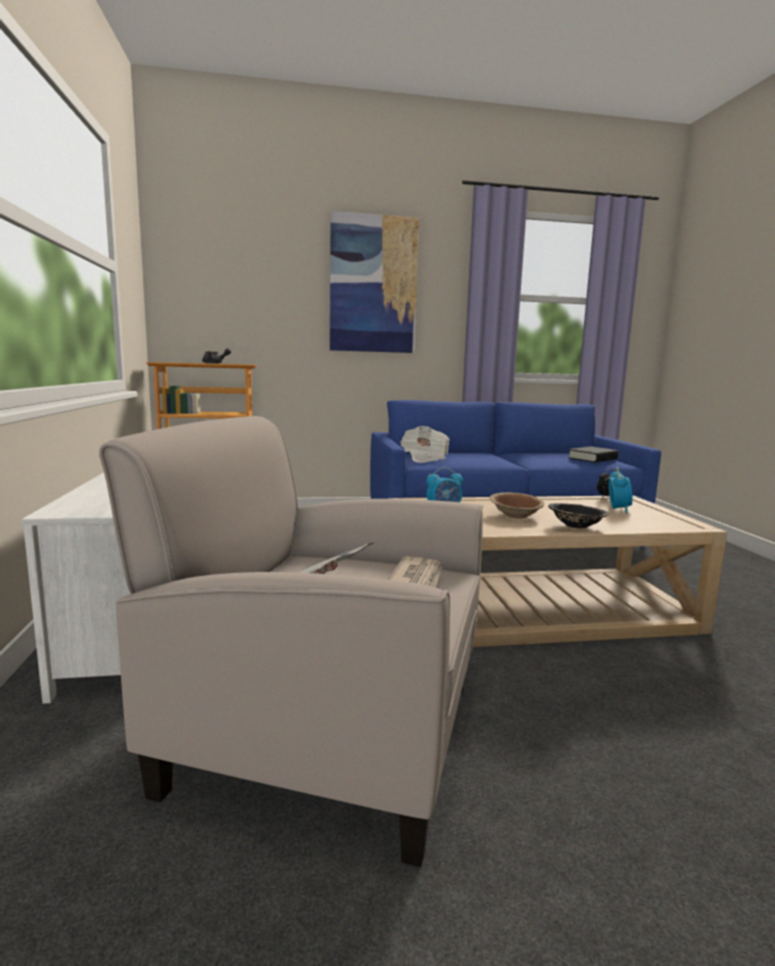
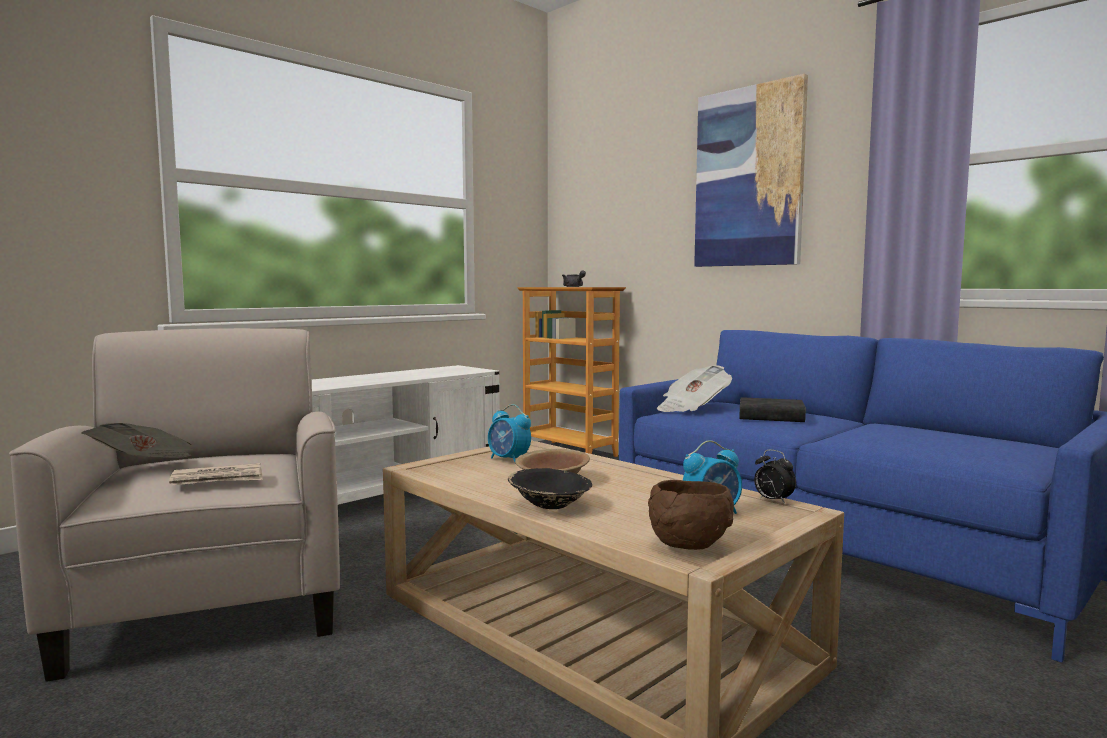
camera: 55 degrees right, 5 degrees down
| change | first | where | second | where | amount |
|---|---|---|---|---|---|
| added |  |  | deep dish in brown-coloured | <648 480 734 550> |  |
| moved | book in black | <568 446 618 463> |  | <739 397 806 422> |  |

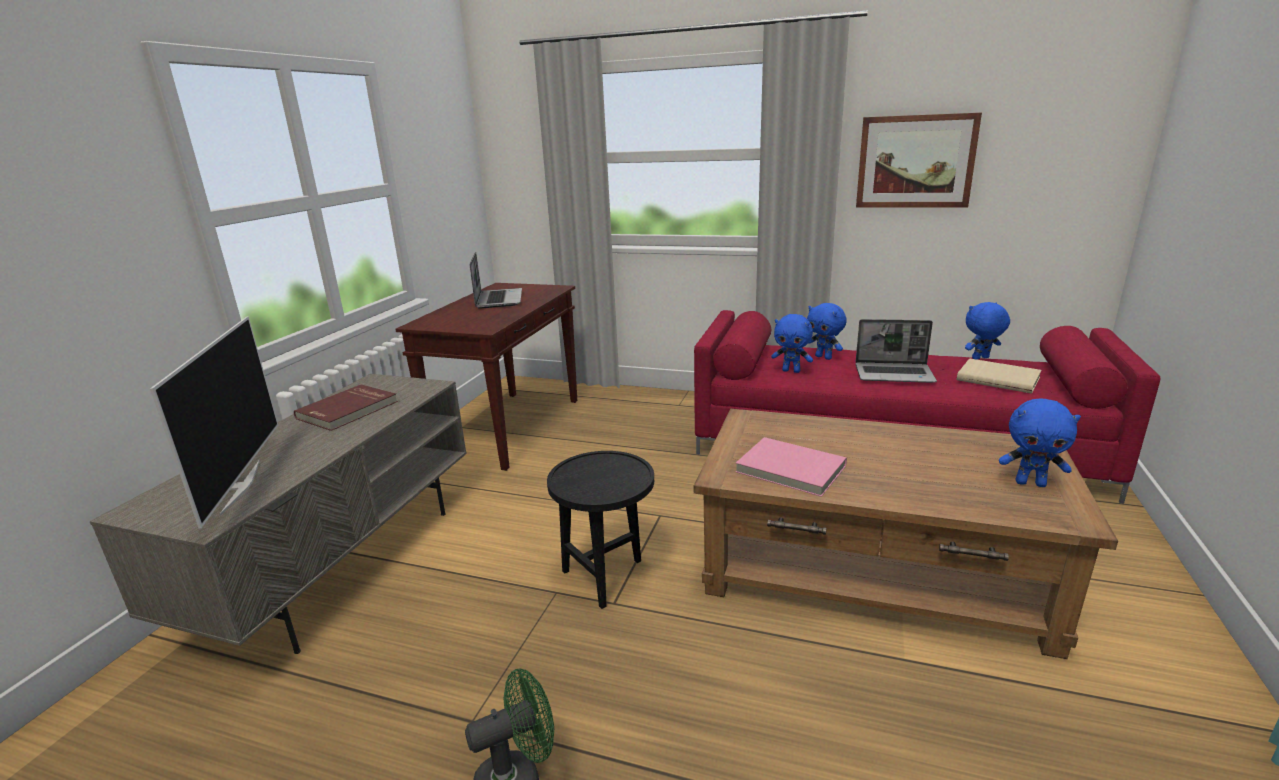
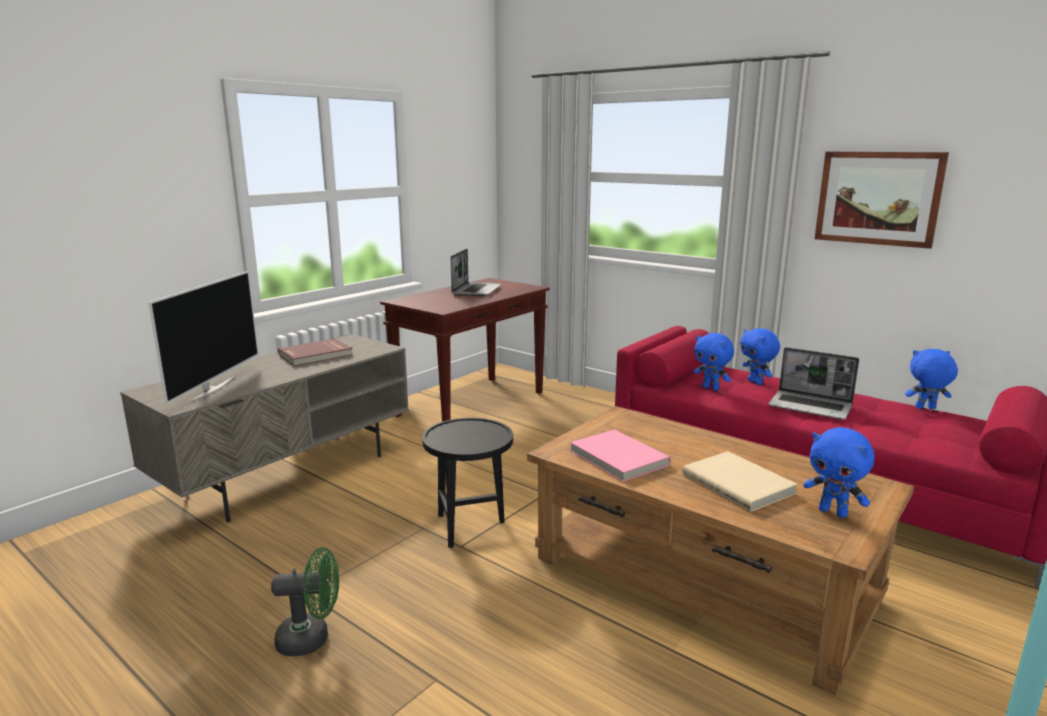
camera: 20 degrees right, 5 degrees down
| change | first | where | second | where | amount |
|---|---|---|---|---|---|
| moved | book in beige-coloured | <957 358 1042 394> |  | <682 451 798 512> |  |

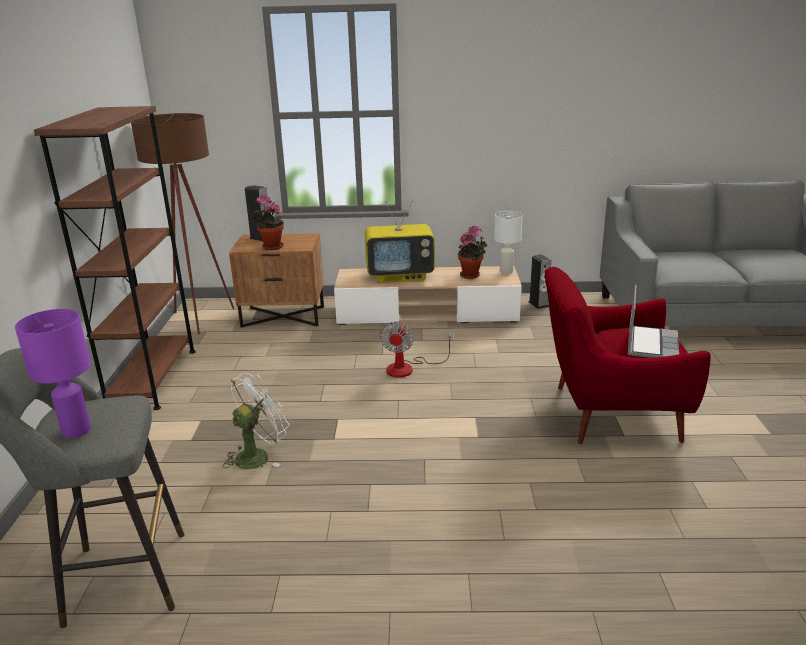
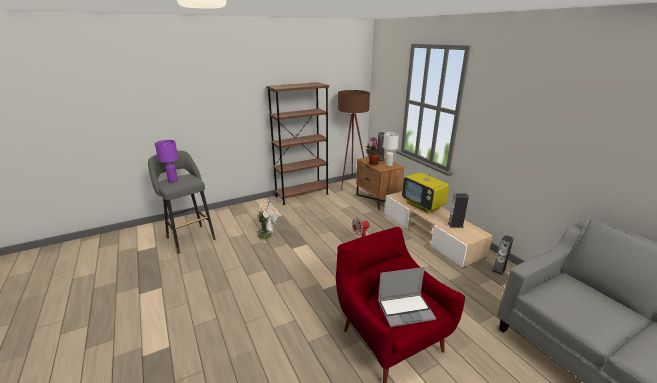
camera: 60 degrees right, 0 degrees up
| change | first | where | second | where | amount |
|---|---|---|---|---|---|
| moved | table lamp in white | <494 211 523 274> |  | <383 132 399 166> |  |
| replaced | plant in a pot | <458 226 487 279> | speaker | <448 193 469 228> |  |

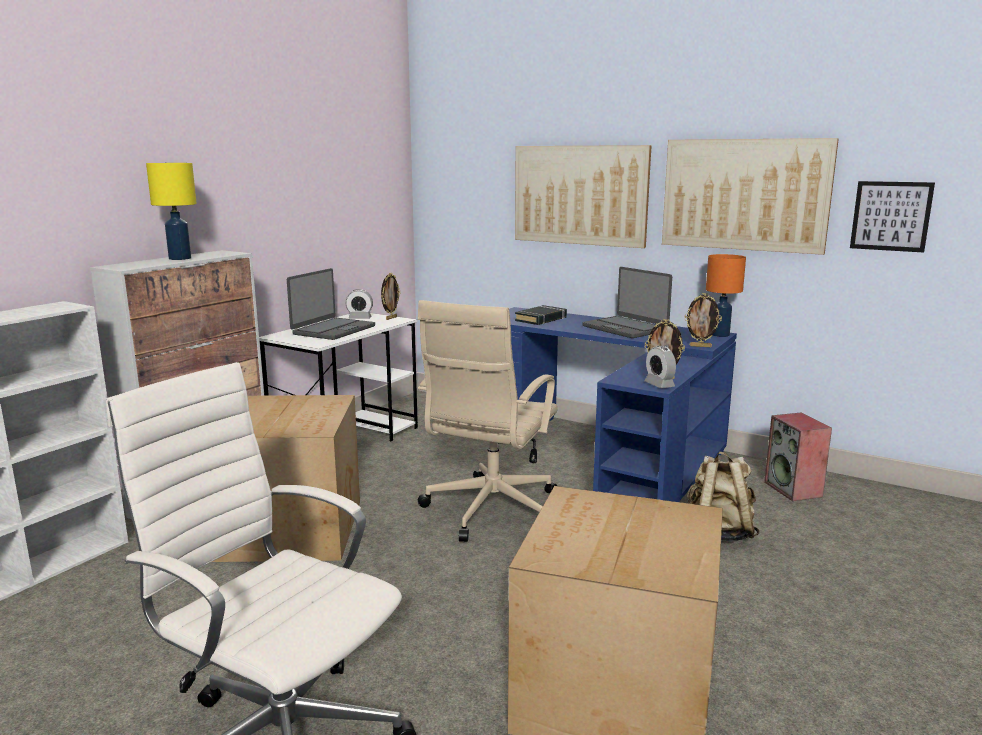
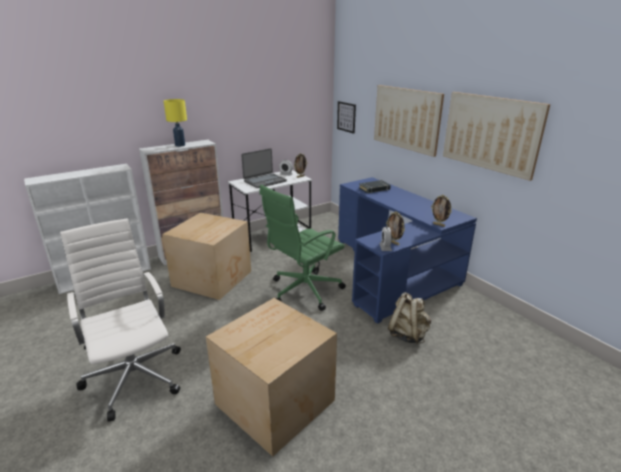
camera: 25 degrees right, 10 degrees up
| change | first | where | second | where | amount |
|---|---|---|---|---|---|
| removed | portable computer | <582 267 672 338> |  |  |  |
| removed | table lamp in orange-coloured | <706 254 746 337> |  |  |  |
| removed | speaker | <764 413 832 501> |  |  |  |
| moved | picture | <850 181 935 253> |  | <337 101 356 134> |  |
| recoloured | computer chair in beige-coloured | <418 300 558 542> | computer chair in greenish | <259 185 346 311> |  |

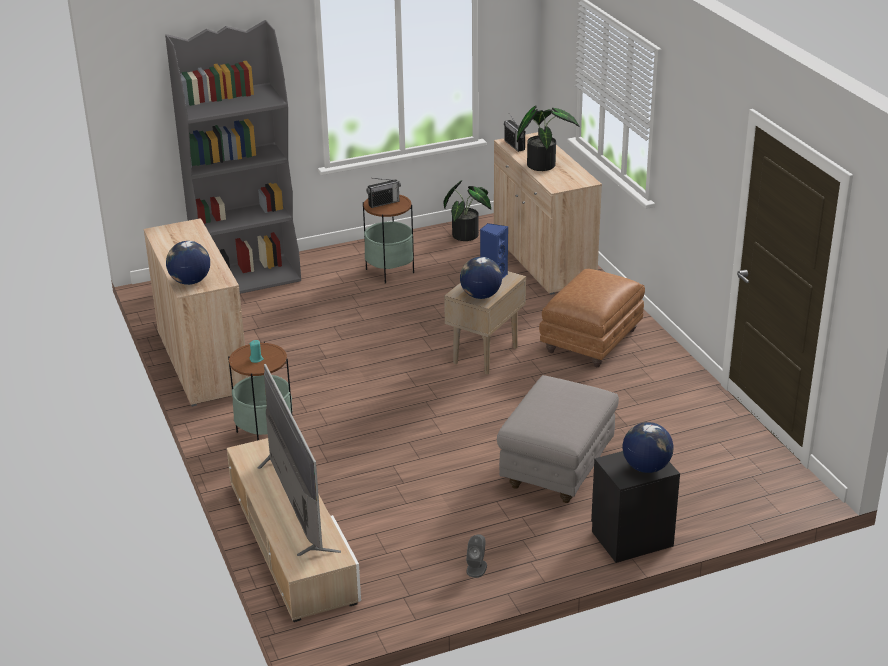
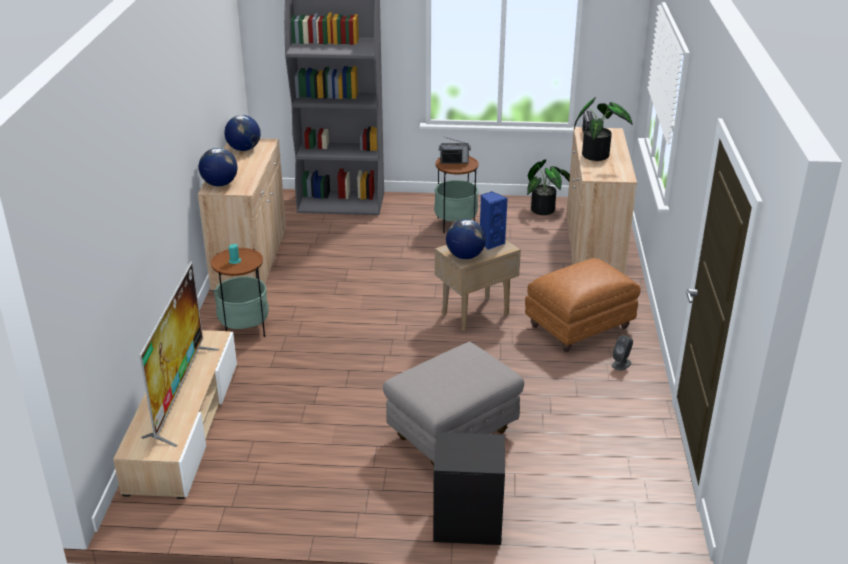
camera: 25 degrees right, 0 degrees up
| change | first | where | second | where | amount |
|---|---|---|---|---|---|
| moved | speaker in gray | <466 534 487 578> |  | <612 335 633 371> |  |
| moved | globe | <622 422 674 473> |  | <224 115 261 151> |  |

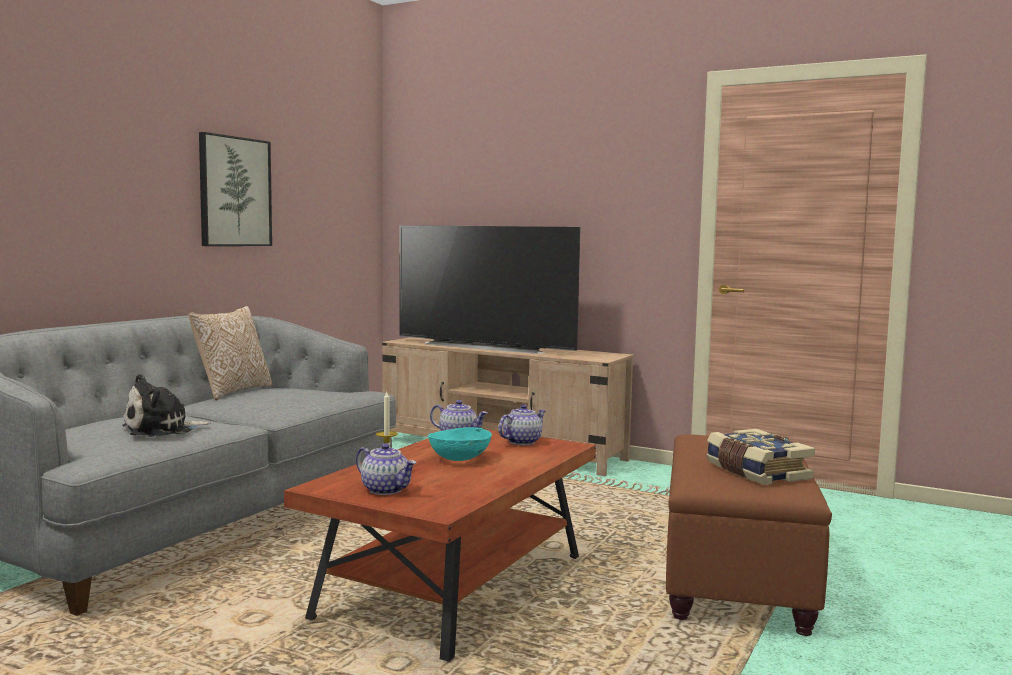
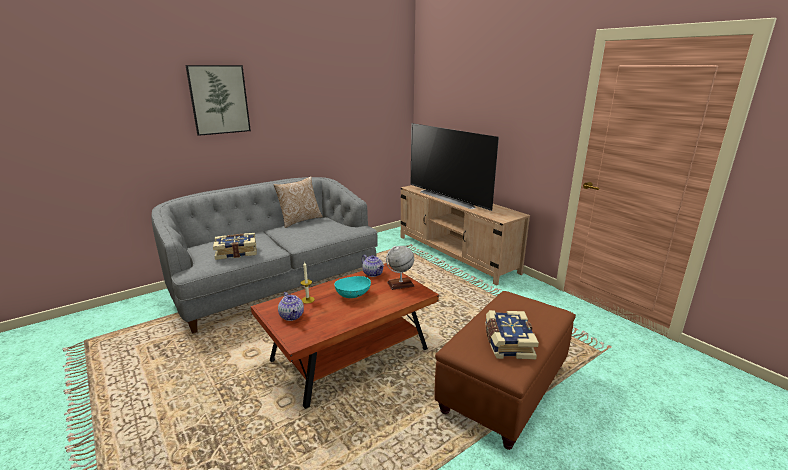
camera: 25 degrees right, 15 degrees up
| change | first | where | second | where | amount |
|---|---|---|---|---|---|
| moved | picture | <199 132 272 246> |  | <185 65 251 136> |  |
| replaced | soft toy | <122 374 211 437> | book | <213 233 257 260> |  |
| replaced | tea pot | <498 404 546 445> | globe | <386 246 415 290> |  |

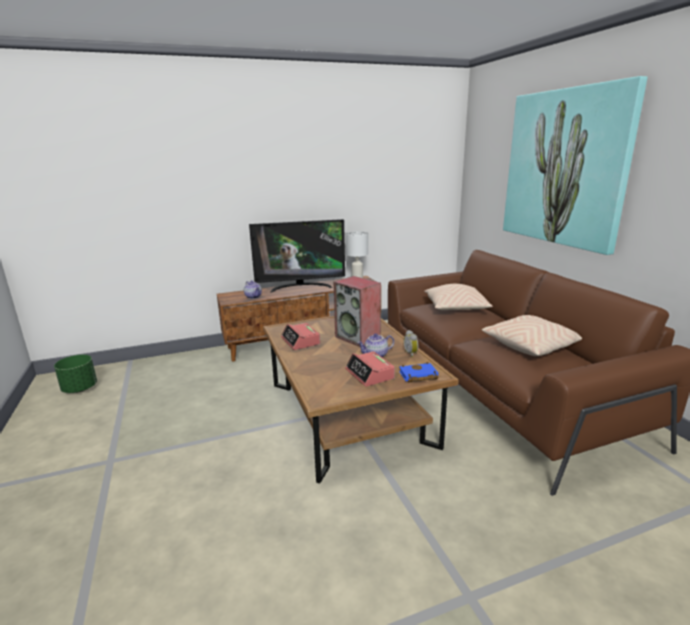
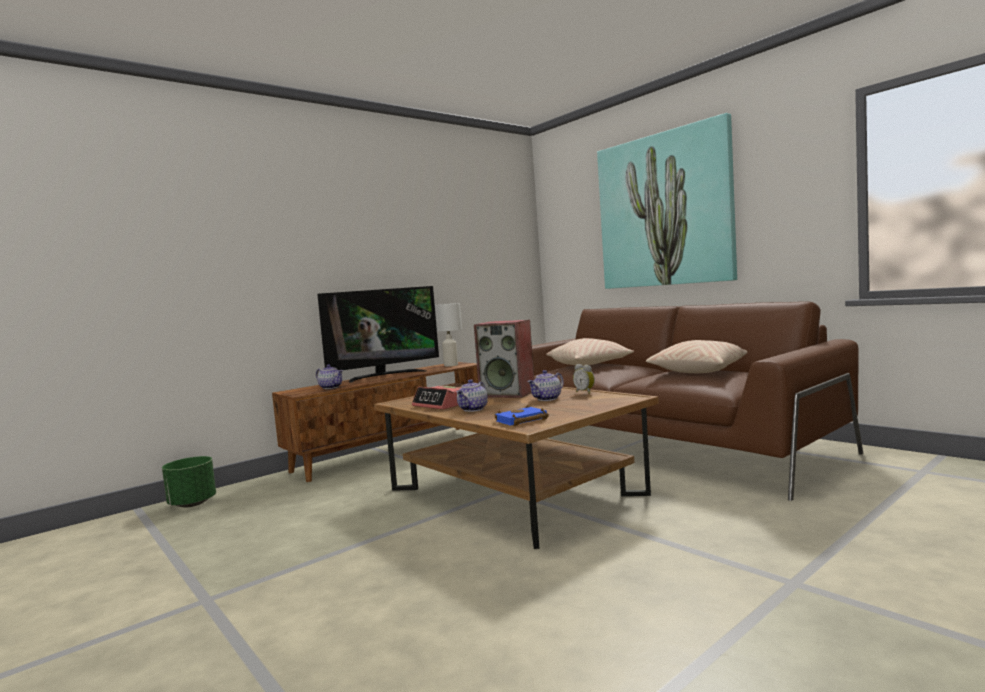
camera: 20 degrees left, 15 degrees down
| change | first | where | second | where | amount |
|---|---|---|---|---|---|
| removed | bedside clock | <345 351 395 387> |  |  |  |
| added |  |  | tea pot | <457 379 488 412> |  |
| moved | flower pot in greenish | <54 355 97 393> |  | <162 456 216 507> |  |
| moved | book in blue | <399 362 438 383> |  | <495 405 549 426> |  |

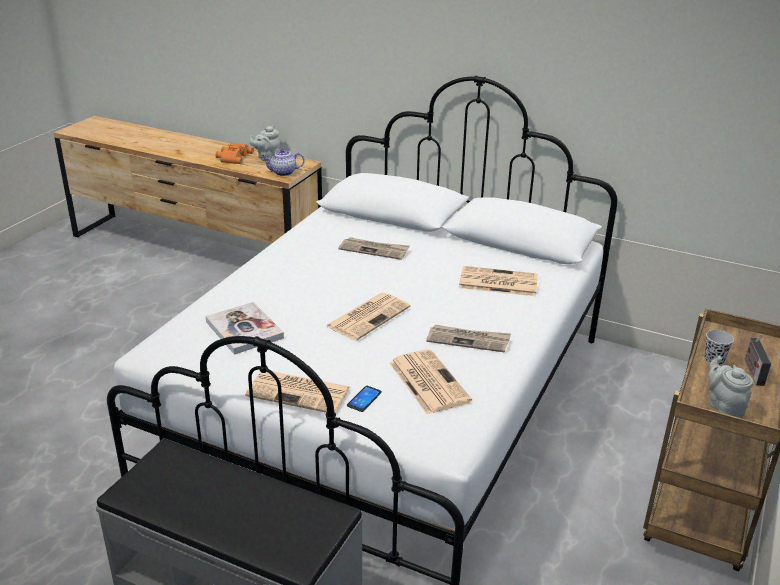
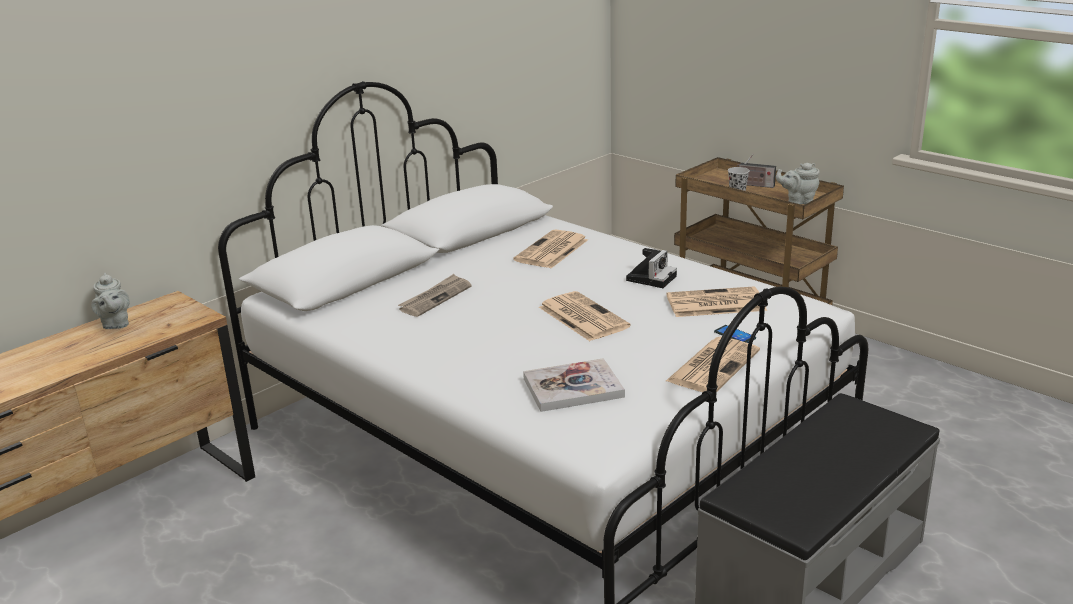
camera: 70 degrees left, 5 degrees down
| change | first | where | second | where | amount |
|---|---|---|---|---|---|
| removed | binoculars in orange-coloured | <215 143 254 164> |  |  |  |
| removed | tea pot | <261 149 305 176> |  |  |  |
| replaced | newspaper | <426 325 511 353> | still camera | <626 248 677 288> |  |

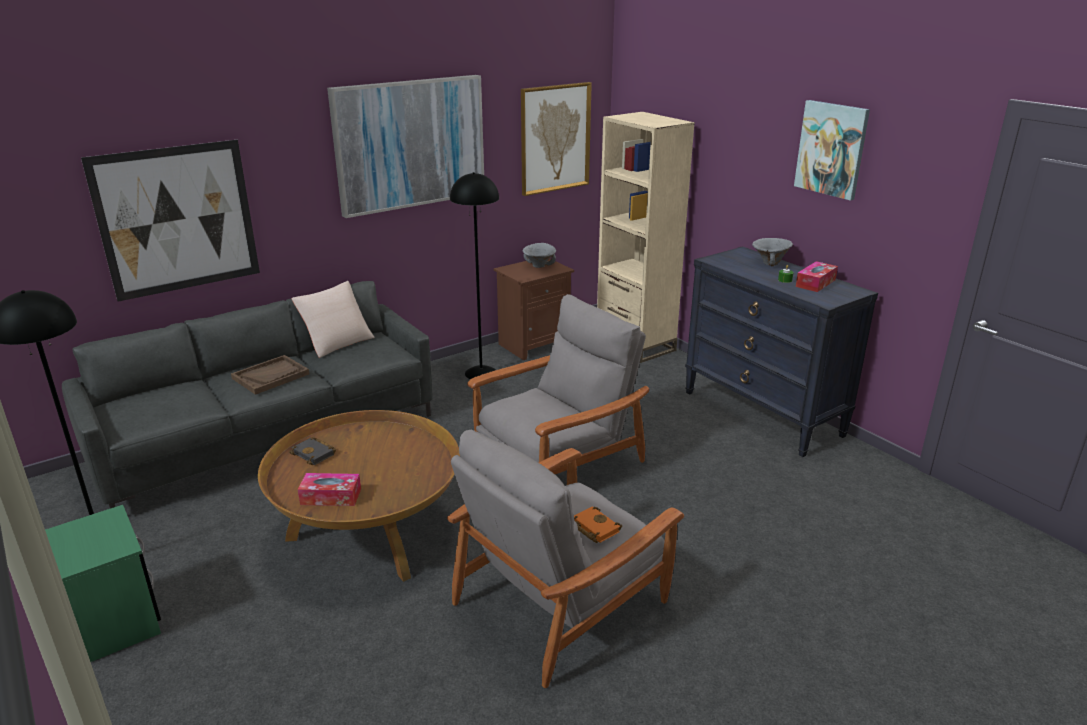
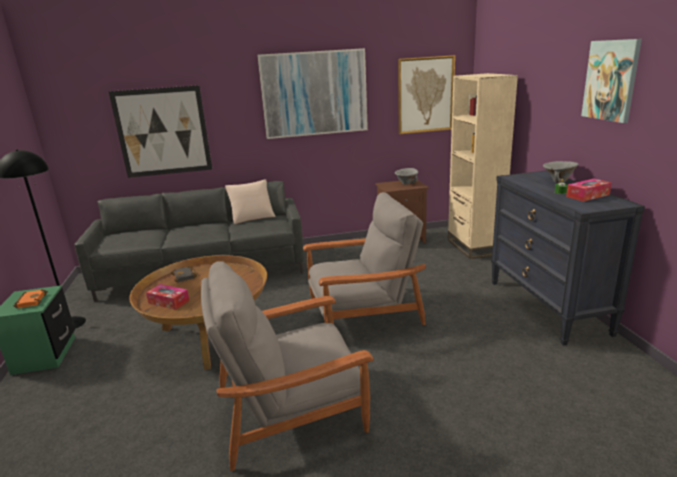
camera: 25 degrees right, 5 degrees down
| change | first | where | second | where | amount |
|---|---|---|---|---|---|
| removed | serving tray in brown-coloured | <231 355 309 395> |  |  |  |
| removed | standing lamp in black | <450 172 499 379> |  |  |  |
| moved | book in orange-coloured | <574 506 622 543> |  | <14 289 48 308> |  |

